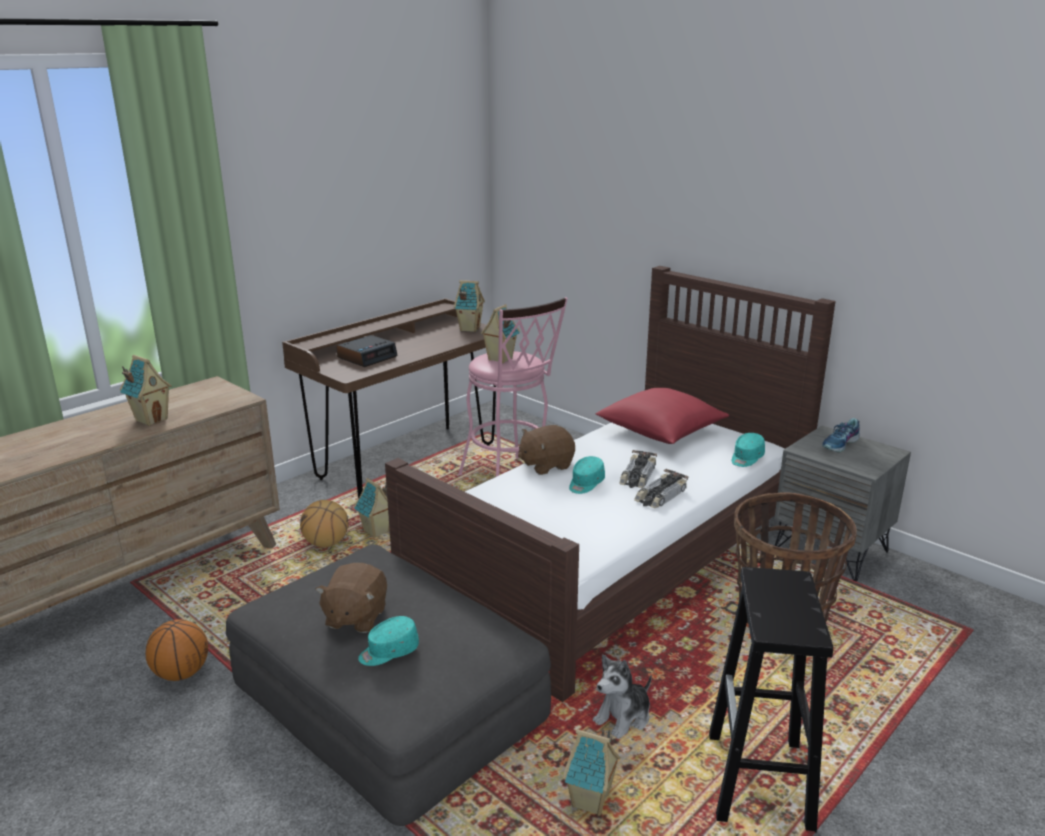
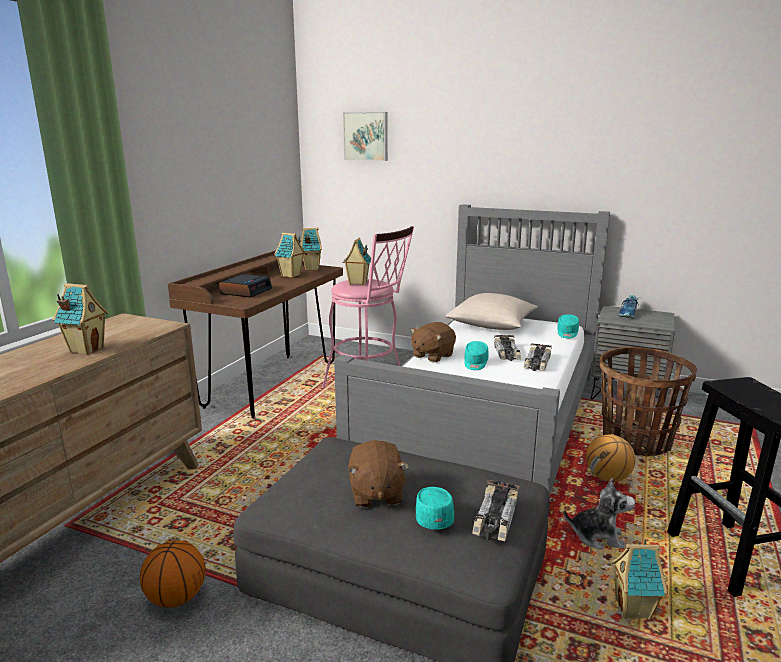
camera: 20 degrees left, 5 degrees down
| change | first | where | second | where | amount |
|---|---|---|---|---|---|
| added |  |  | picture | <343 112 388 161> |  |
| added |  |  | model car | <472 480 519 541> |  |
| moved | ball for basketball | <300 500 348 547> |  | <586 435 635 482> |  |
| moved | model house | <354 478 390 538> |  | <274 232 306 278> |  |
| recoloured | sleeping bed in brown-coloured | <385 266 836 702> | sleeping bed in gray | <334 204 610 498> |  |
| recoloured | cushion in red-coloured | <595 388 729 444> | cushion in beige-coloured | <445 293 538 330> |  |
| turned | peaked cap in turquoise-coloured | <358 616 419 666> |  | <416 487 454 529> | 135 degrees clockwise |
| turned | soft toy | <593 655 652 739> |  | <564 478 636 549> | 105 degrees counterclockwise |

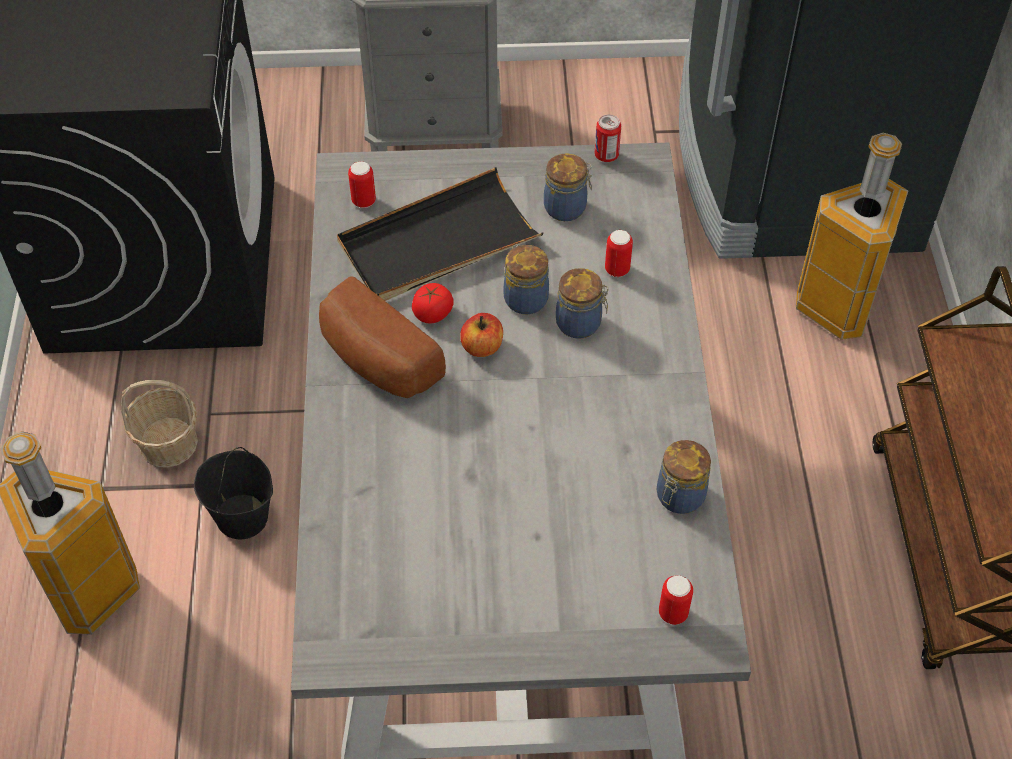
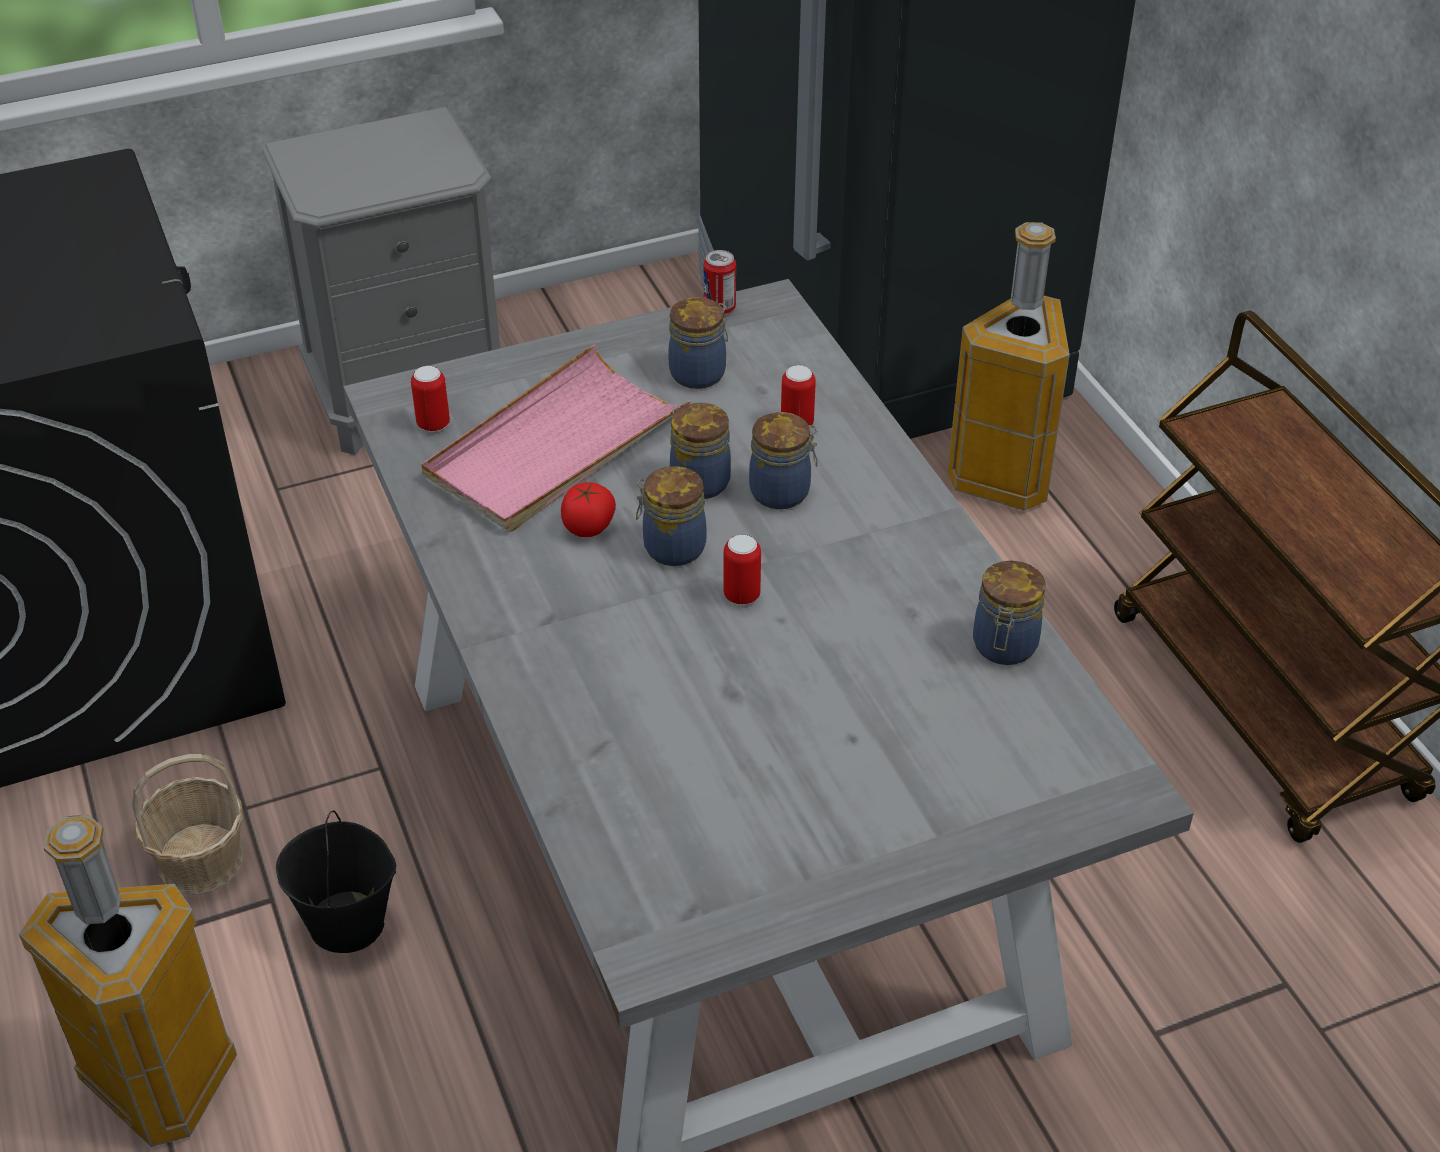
camera: 20 degrees left, 10 degrees down
| change | first | where | second | where | amount |
|---|---|---|---|---|---|
| removed | bakery bread | <319 276 446 398> |  |  |  |
| moved | sealed can | <659 575 693 625> |  | <723 534 761 605> |  |
| replaced | apple | <460 313 503 357> | jar | <636 466 706 566> |  |
| recoloured | serving tray in black | <337 167 544 301> | serving tray in pink-coloured | <421 345 691 532> |  |

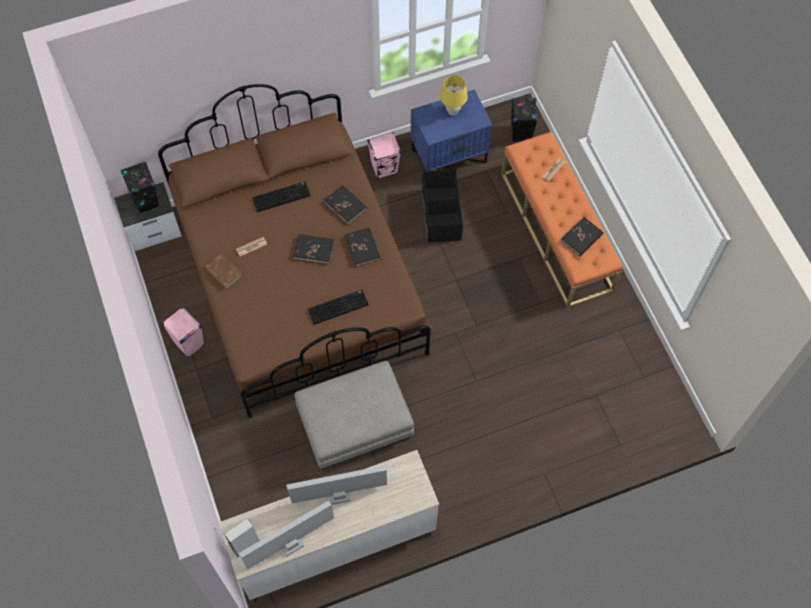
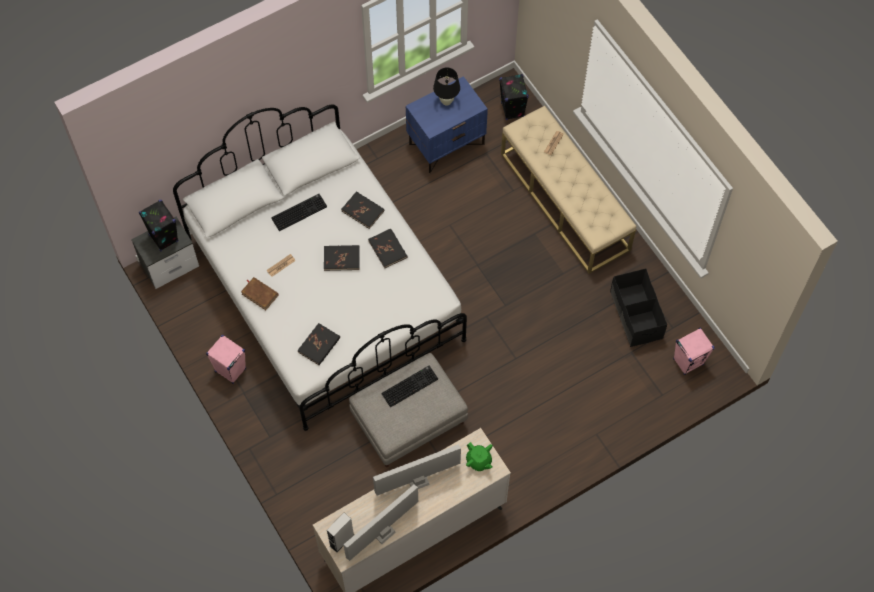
camera: 10 degrees left, 0 degrees up
| change | first | where | second | where | amount |
|---|---|---|---|---|---|
| added |  |  | tea pot in greenish | <466 442 493 471> |  |
| moved | keyboard | <308 290 369 325> |  | <381 366 438 407> |  |
| moved | speaker in pink-coloured | <367 133 401 179> |  | <673 328 715 375> |  |
| moved | storage container in black | <422 169 463 243> |  | <610 268 667 347> |  |
| moved | book in black | <561 217 604 256> |  | <297 323 340 365> |  |
| recoloured | sleeping bed in brown-coloured | <158 84 431 418> | sleeping bed in white | <173 104 467 431> |  |
| recoloured | table lamp in yellow | <440 75 468 115> | table lamp in black | <433 67 460 106> |  |
| recoloured | bench in orange-coloured | <501 132 623 308> | bench in beige-coloured | <501 106 636 274> |  |

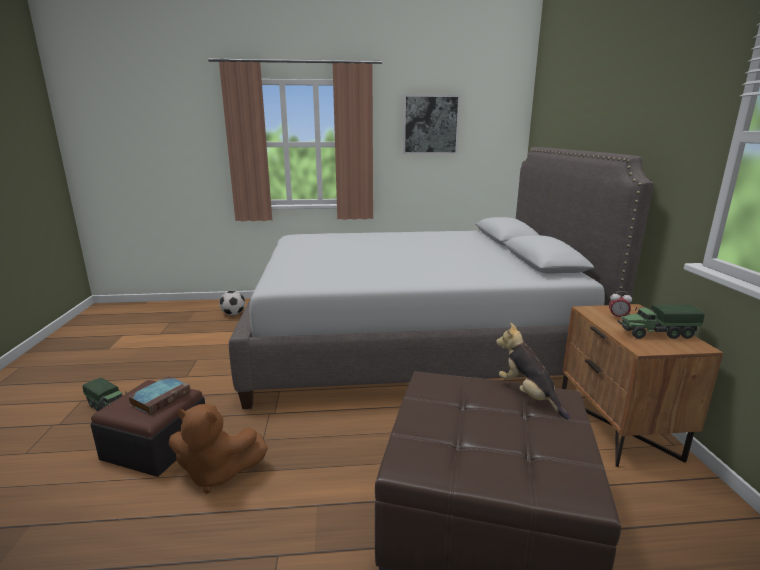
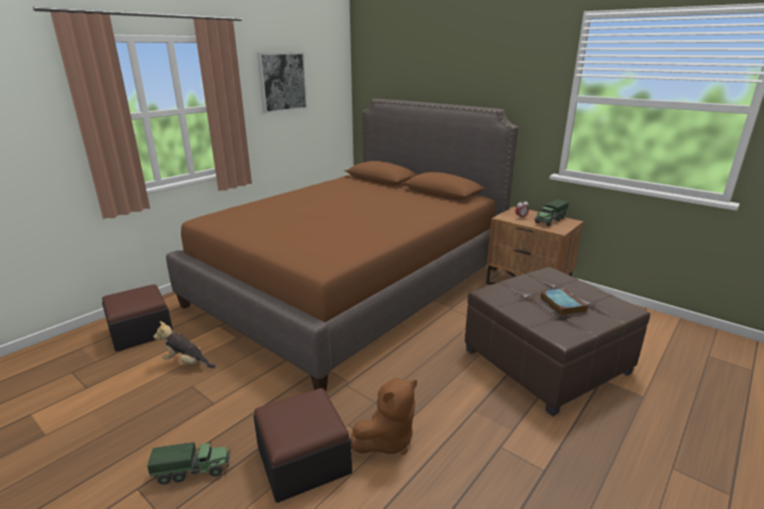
camera: 45 degrees left, 5 degrees up
| change | first | where | second | where | amount |
|---|---|---|---|---|---|
| moved | book | <128 376 191 415> |  | <540 288 588 316> |  |
| moved | soft toy | <496 323 570 420> |  | <153 321 216 368> |  |
| replaced | football ball | <219 291 245 315> | pouffe | <102 284 173 352> |  |
| recoloured | sleeping bed in gray | <229 147 654 409> | sleeping bed in brown-coloured | <166 99 518 391> |  |

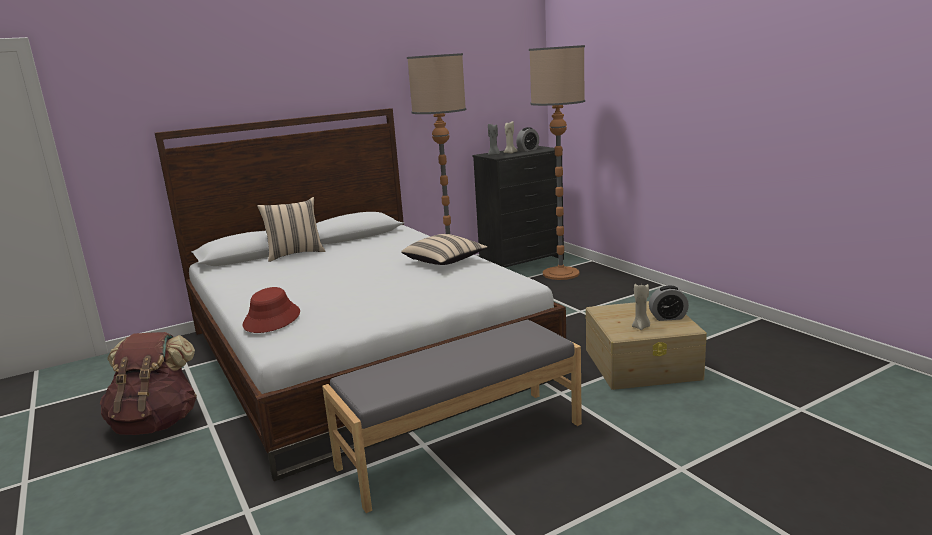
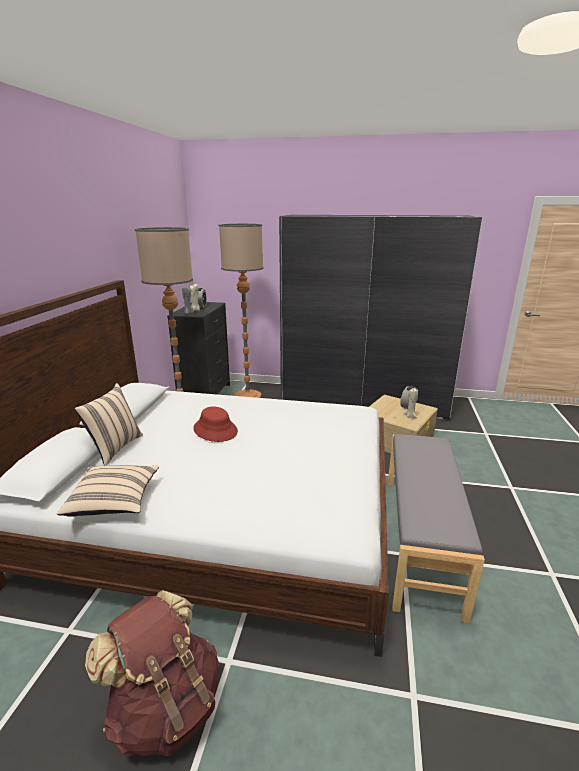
camera: 50 degrees left, 5 degrees up
| change | first | where | second | where | amount |
|---|---|---|---|---|---|
| added |  |  | wardrobe in gray | <279 215 483 420> |  |
| moved | hat in red-coloured | <243 287 300 333> |  | <193 407 238 442> |  |
| moved | cushion in beige-coloured | <401 234 488 265> |  | <57 465 159 517> |  |

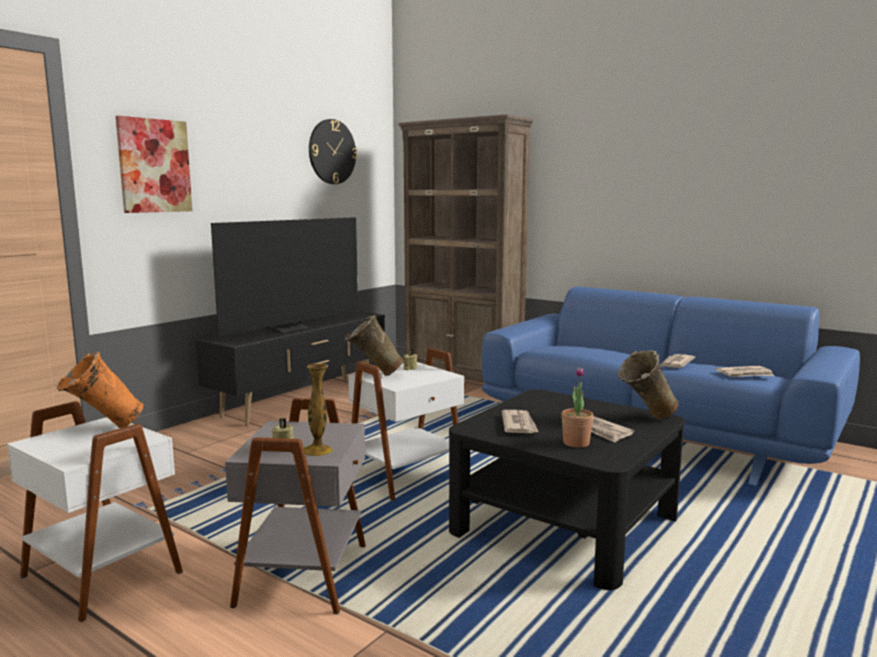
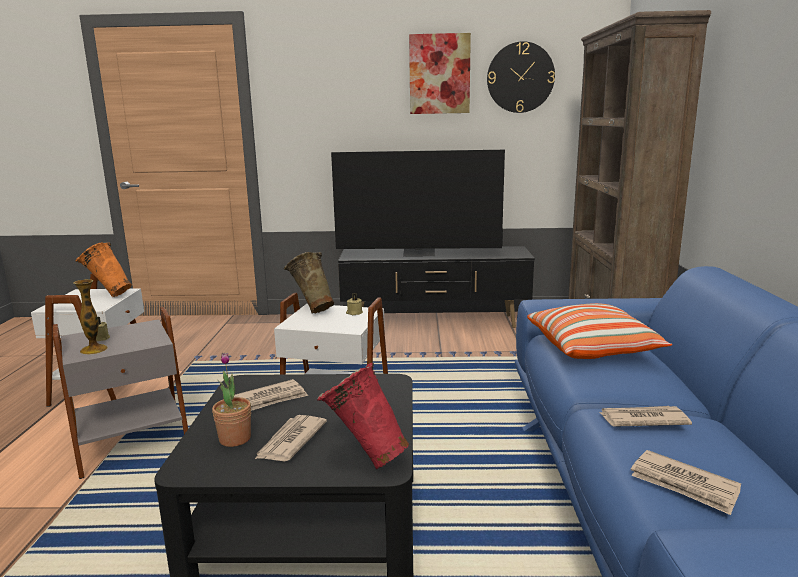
camera: 55 degrees right, 5 degrees up
| change | first | where | second | where | amount |
|---|---|---|---|---|---|
| added |  |  | cushion | <527 303 672 359> |  |
| moved | picture | <115 116 192 213> |  | <409 33 471 114> |  |
| recoloured | decorative vase in beige-coloured | <617 350 678 419> | decorative vase in red-coloured | <317 363 409 469> |  |

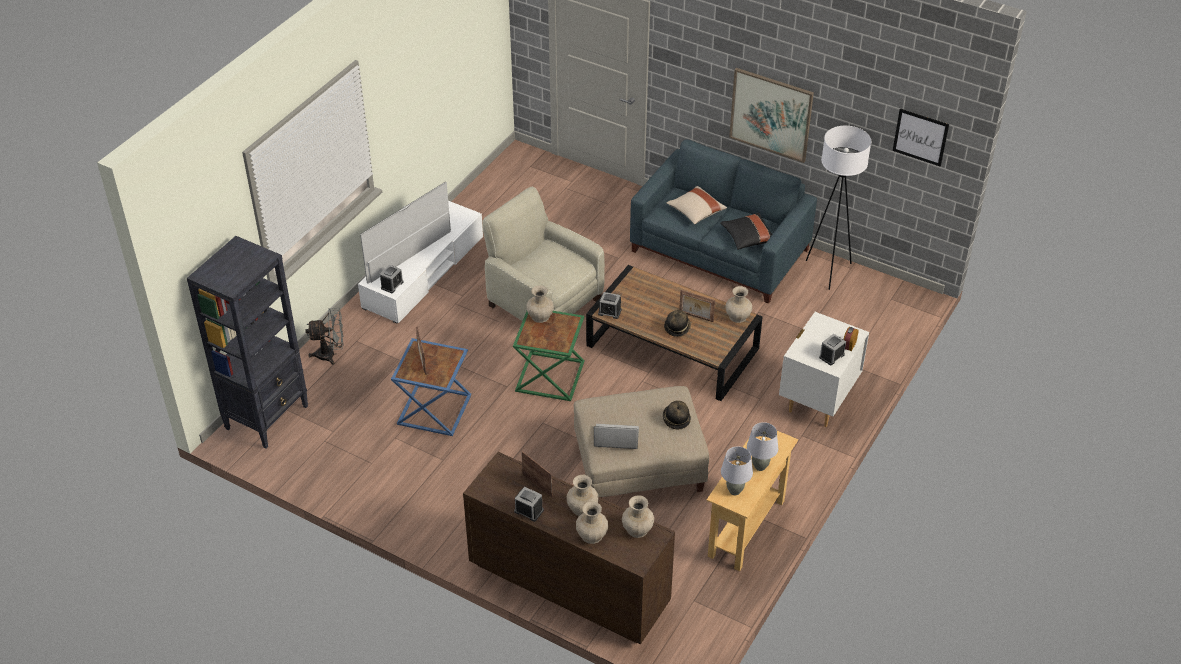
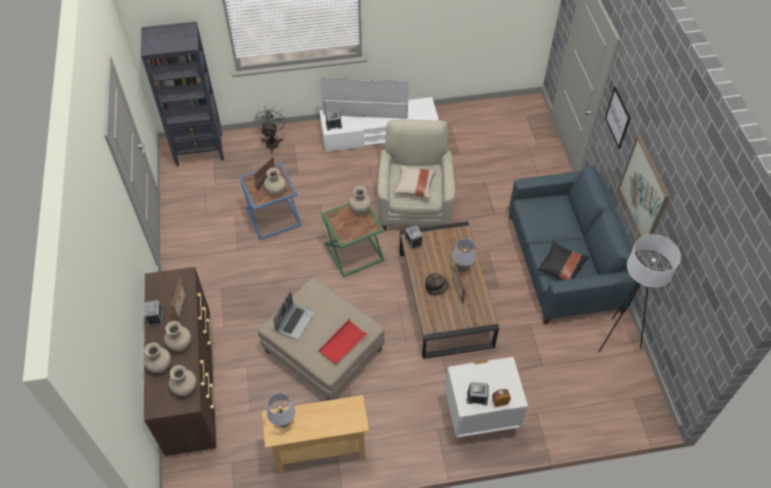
camera: 50 degrees right, 10 degrees up
| change | first | where | second | where | amount |
|---|---|---|---|---|---|
| moved | cushion in beige-coloured | <666 186 727 225> |  | <394 165 436 199> |  |
| moved | decorative vase in beige-coloured | <726 286 752 323> |  | <264 168 286 196> |  |
| moved | table lamp in gray | <747 422 778 471> |  | <452 238 476 272> |  |
| moved | picture | <893 109 949 166> |  | <605 86 631 149> |  |
| replaced | hat | <663 400 691 429> | serving tray in red-coloured | <319 319 369 365> |  |
| turned | electric fan in gray | <305 308 344 365> |  | <254 106 285 154> | 135 degrees counterclockwise |
| turned | portable computer | <594 424 639 449> |  | <273 291 314 340> | 60 degrees clockwise |

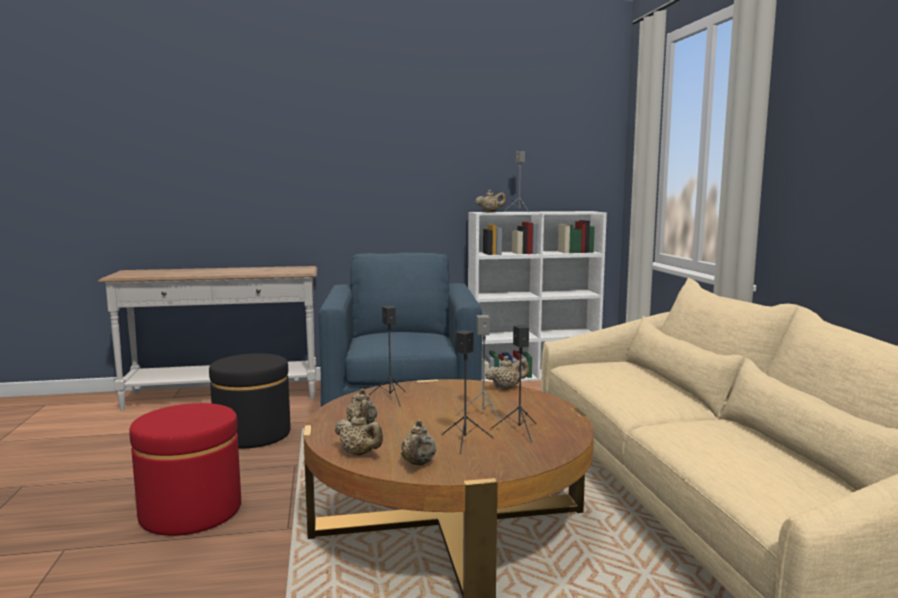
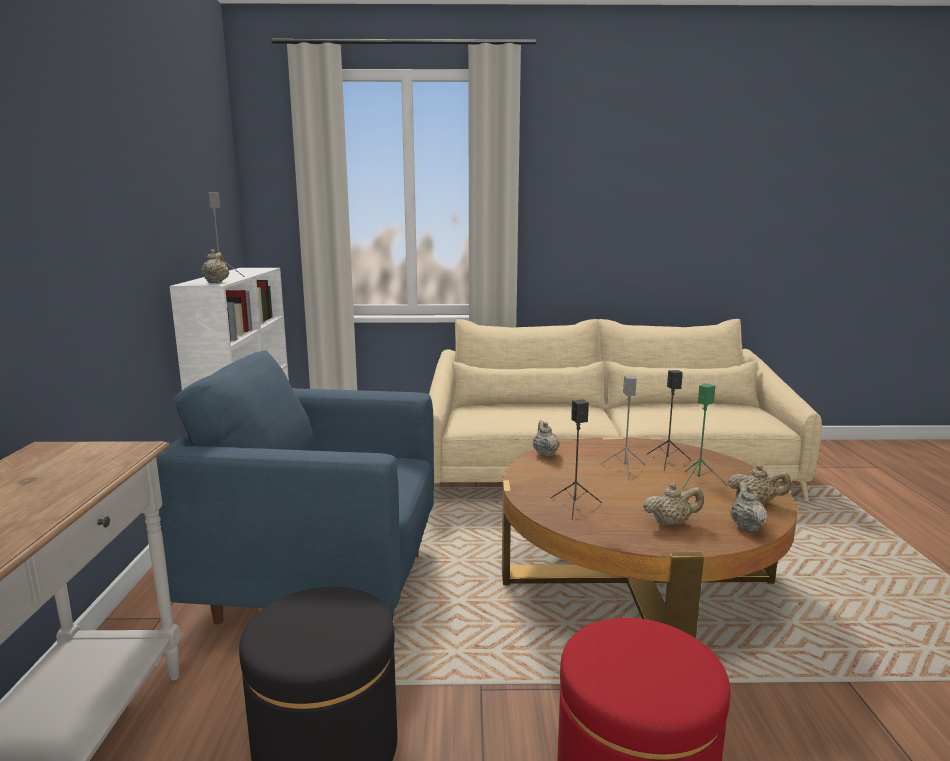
camera: 80 degrees left, 5 degrees up
| change | first | where | second | where | amount |
|---|---|---|---|---|---|
| recoloured | speaker in black | <442 330 494 454> | speaker in greenish | <682 383 728 490> |  |
| turned | tea pot in beige-coloured | <335 411 383 456> |  | <731 481 768 531> | 45 degrees counterclockwise |

